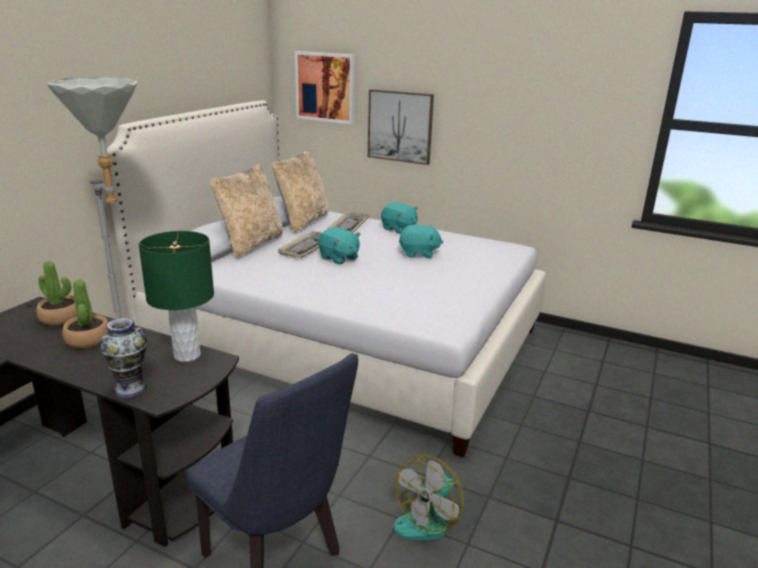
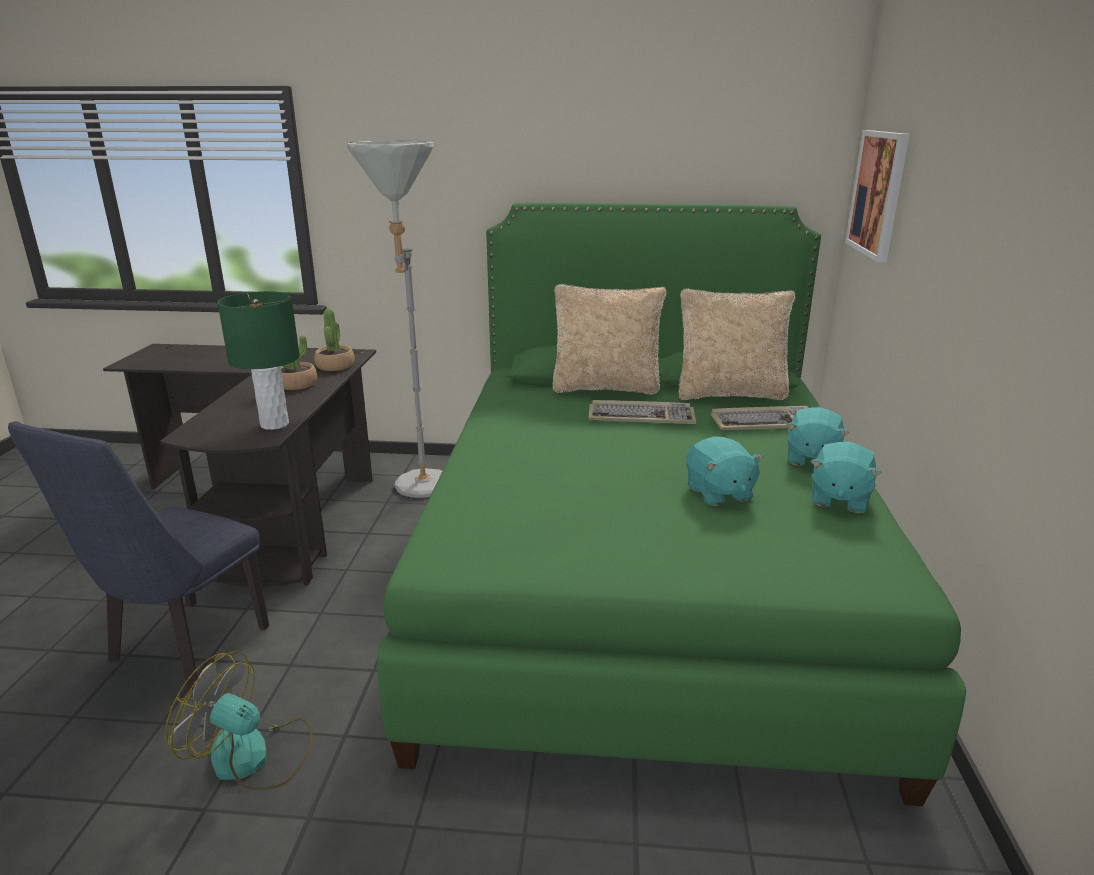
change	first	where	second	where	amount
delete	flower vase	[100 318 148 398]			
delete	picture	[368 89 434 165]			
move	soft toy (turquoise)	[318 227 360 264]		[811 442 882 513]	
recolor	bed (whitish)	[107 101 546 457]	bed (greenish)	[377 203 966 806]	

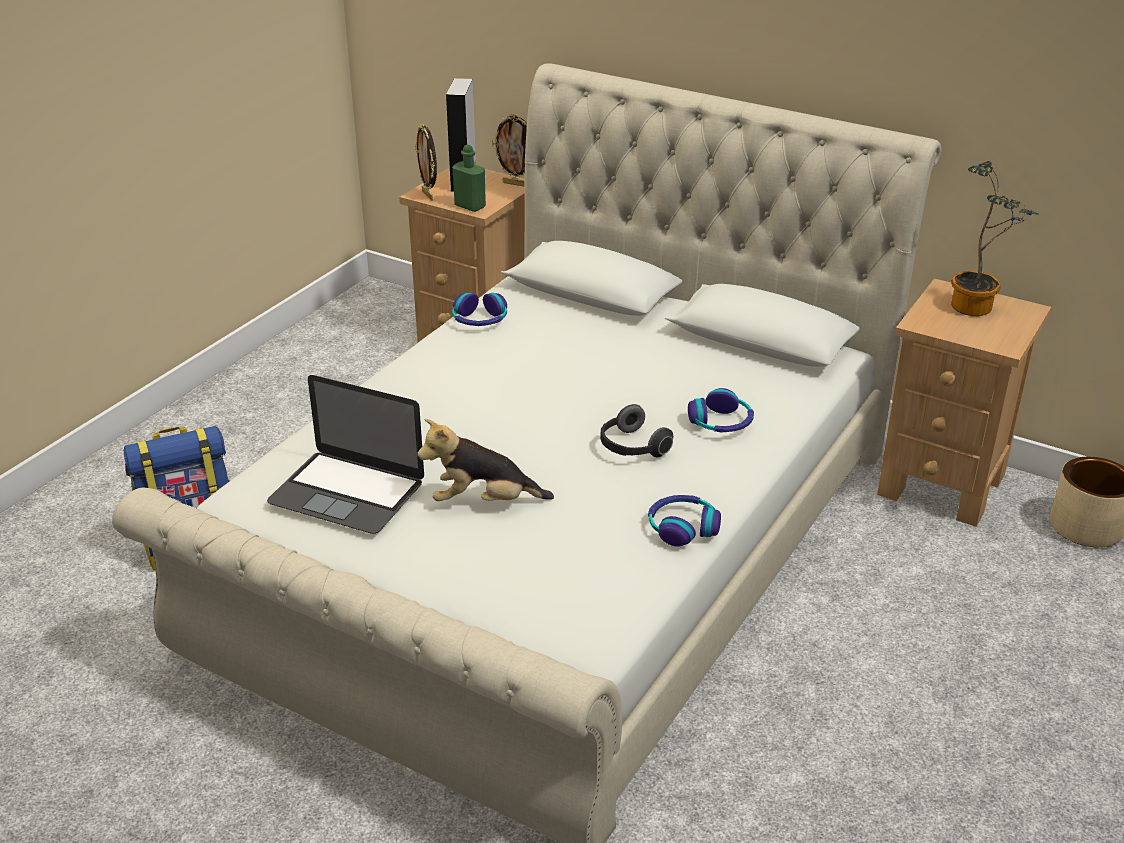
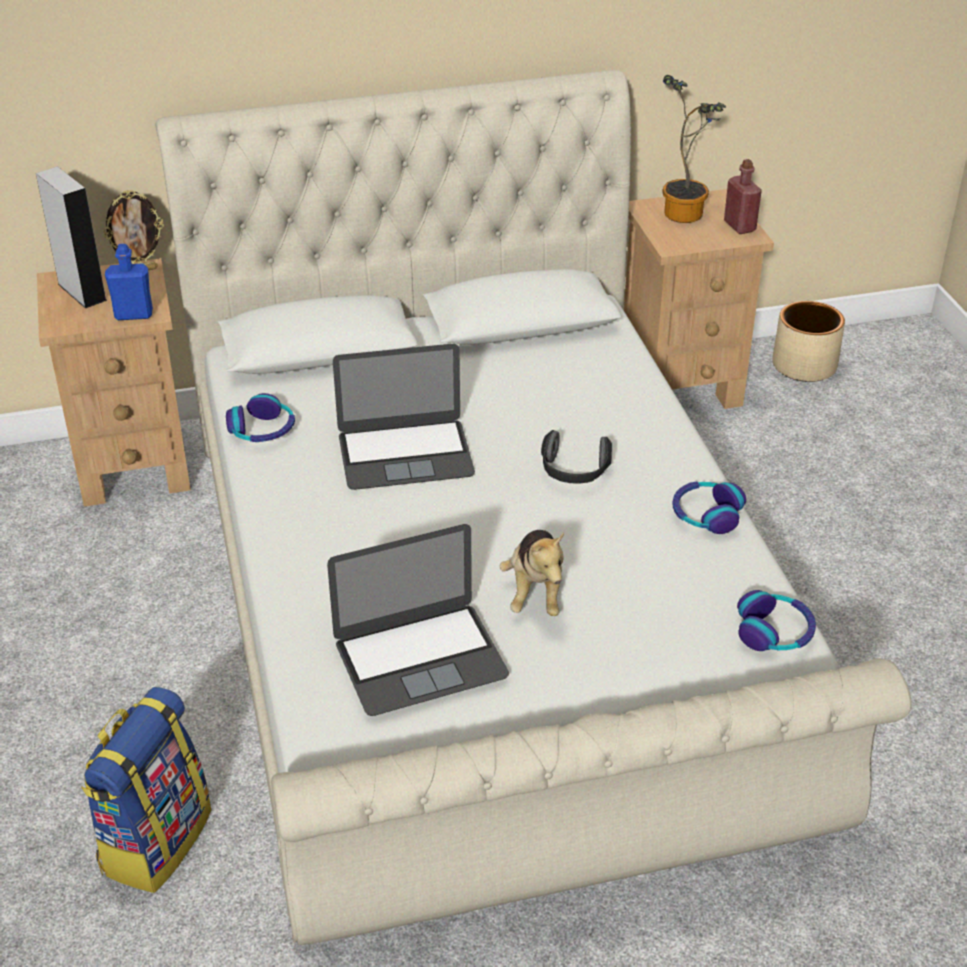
change	first	where	second	where	amount
delete	standing frame	[415 123 437 201]			
insert			portable computer	[333 344 475 490]	
insert			drink bottle (red)	[724 159 762 234]	
move	headphones	[688 388 754 433]		[737 590 816 651]	
recolor	drink bottle (greenish)	[452 145 486 212]	drink bottle (blue)	[105 244 153 320]	
rotate	soft toy	[417 419 554 501]		[500 530 564 616]	45 degrees counterclockwise

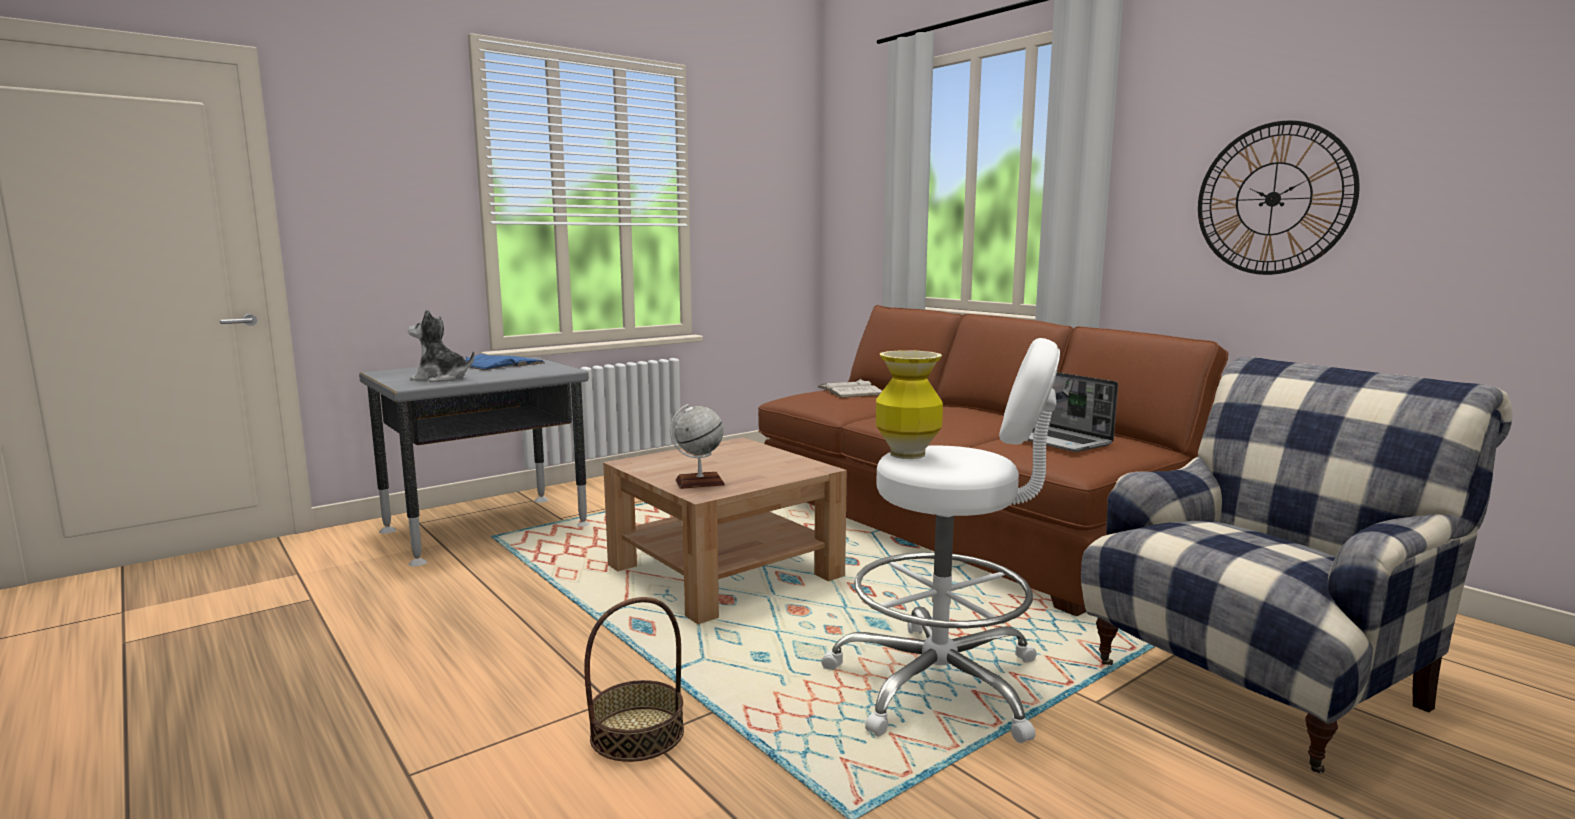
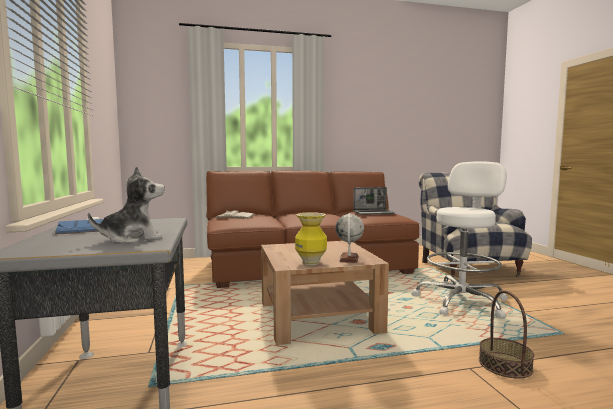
change	first	where	second	where	amount
delete	wall clock	[1198 120 1360 275]			
move	flower vase	[876 350 943 459]		[295 213 327 265]	
rotate	soft toy	[408 309 475 382]		[88 166 165 244]	150 degrees counterclockwise

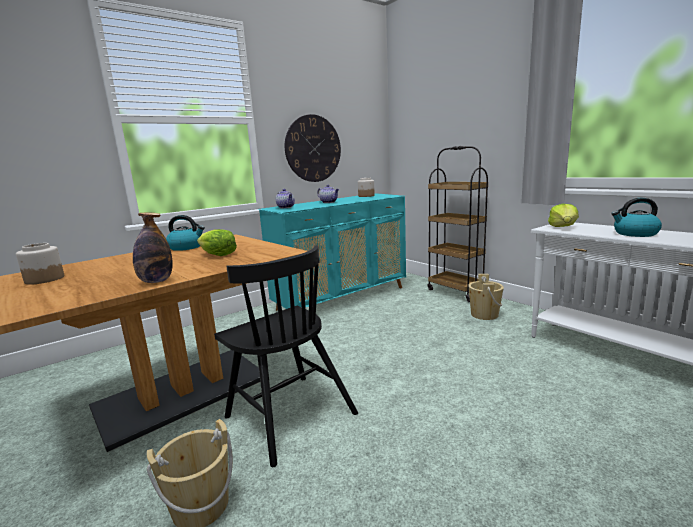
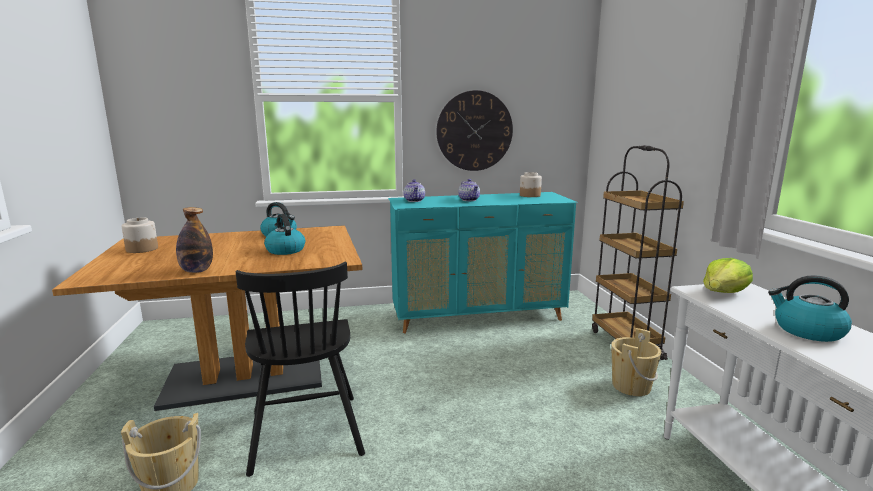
change	first	where	second	where	amount
replace	head of lettuce	[197 229 237 256]	water kettle	[264 214 305 255]	

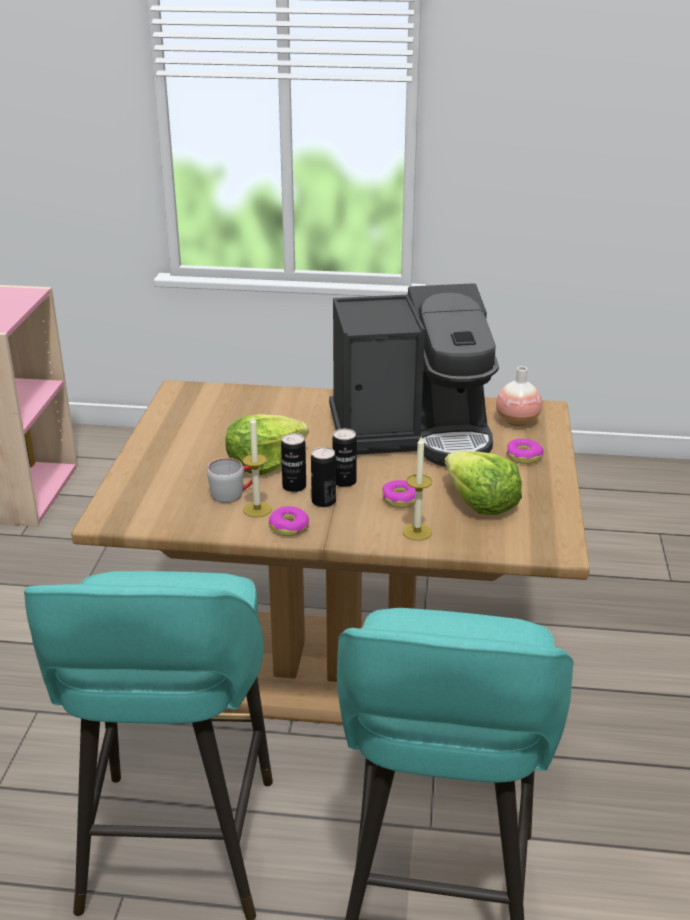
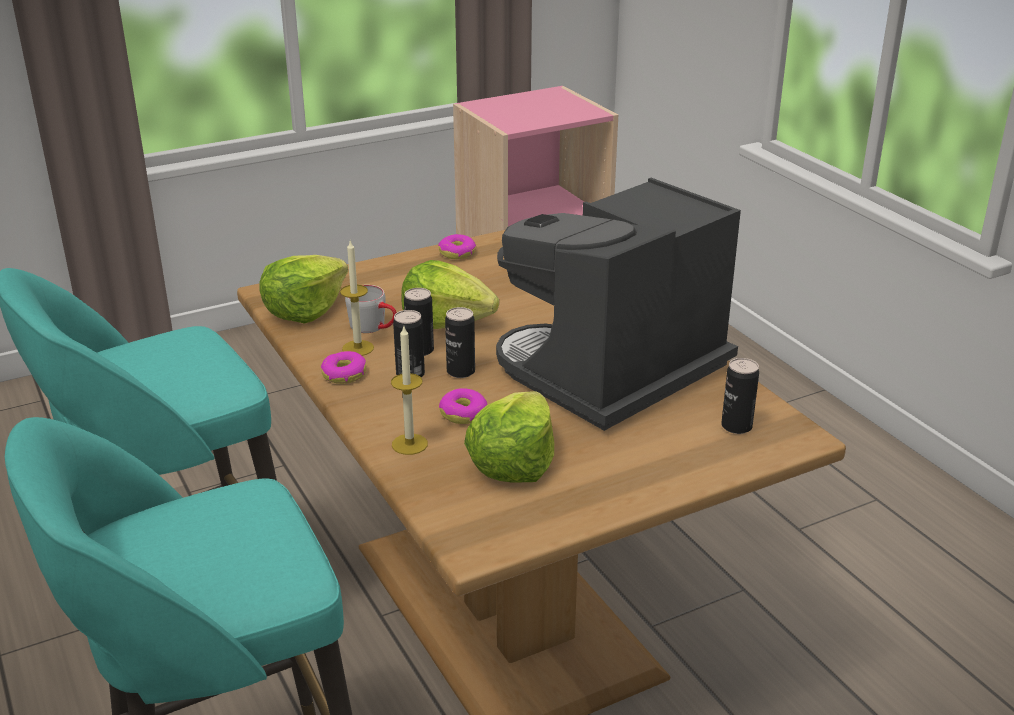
change	first	where	second	where	amount
insert			head of lettuce	[259 255 348 324]	
move	donut	[507 439 544 464]		[438 234 476 259]	
replace	flower vase	[496 366 542 426]	metal can	[721 358 759 434]	
rotate	coffee maker	[329 283 499 467]		[496 178 741 431]	90 degrees clockwise

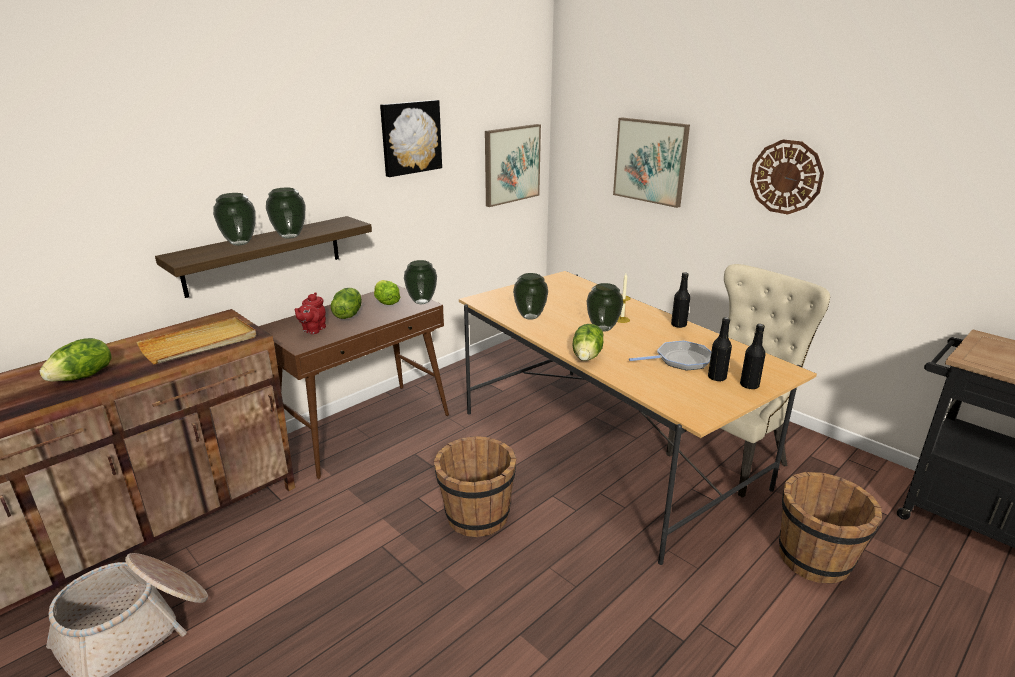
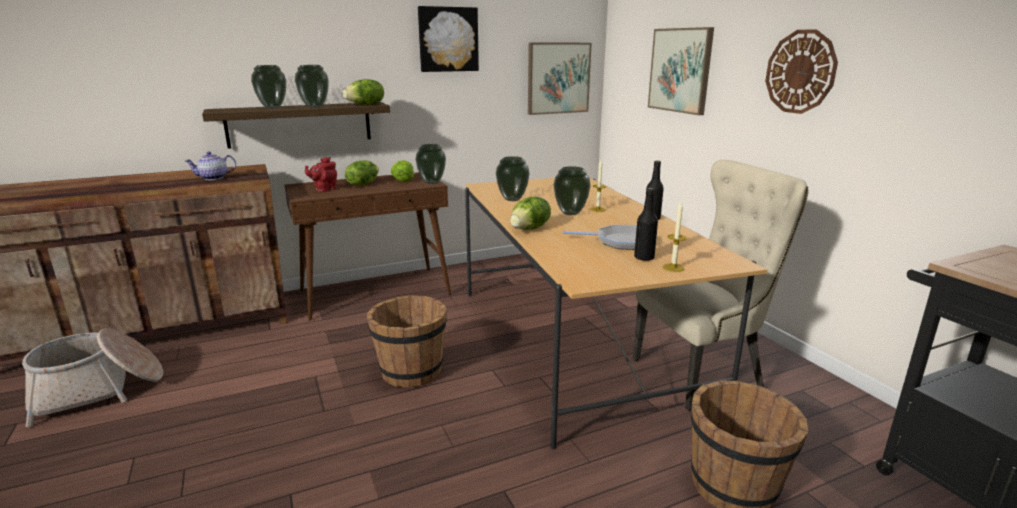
change	first	where	second	where	amount
move	head of lettuce	[40 338 111 382]		[343 79 384 105]	
replace	serving tray (sand-coloured)	[137 317 256 364]	teapot	[185 152 236 180]	
replace	drink bottle (blackish)	[740 324 766 389]	candle	[663 202 686 272]	

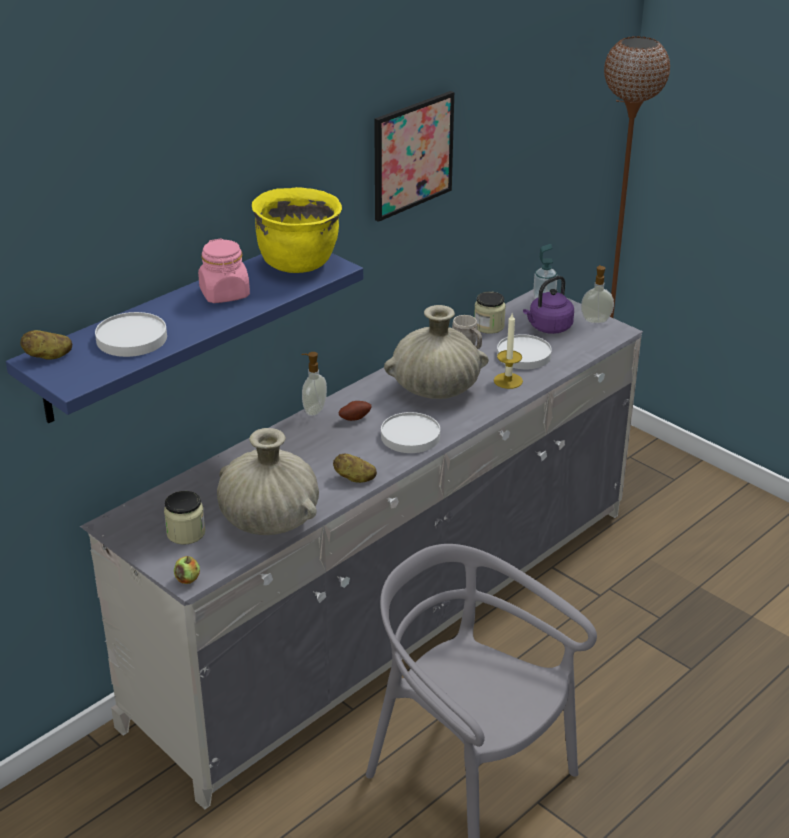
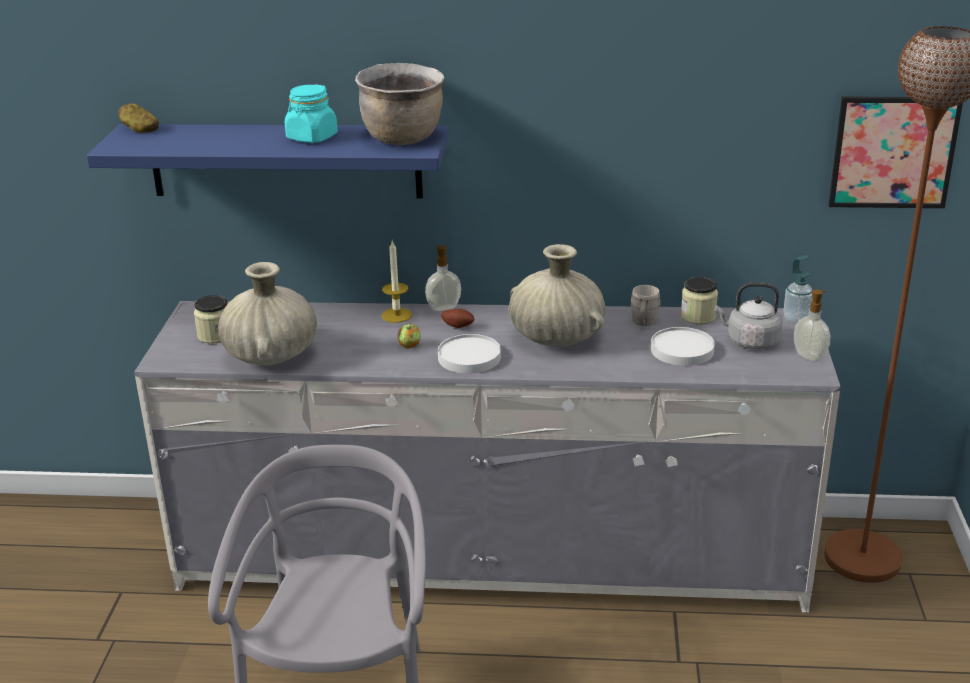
change	first	where	second	where	amount
delete	dinner plate (whitish)	[95 312 167 357]			
delete	whole potato	[333 454 377 483]			
move	apple fruit	[174 556 200 584]		[397 323 421 348]	
move	picture	[374 91 454 222]		[828 97 963 208]	
move	candle	[494 314 523 389]		[382 241 412 323]	
recolor	preserve jar (pink)	[198 238 250 303]	preserve jar (turquoise)	[285 84 338 143]	
recolor	cooking pot (yellowish)	[252 187 342 273]	cooking pot (brown-coloured)	[355 63 444 145]	
recolor	water kettle (purple)	[523 276 574 334]	water kettle (greyish)	[715 282 783 349]	

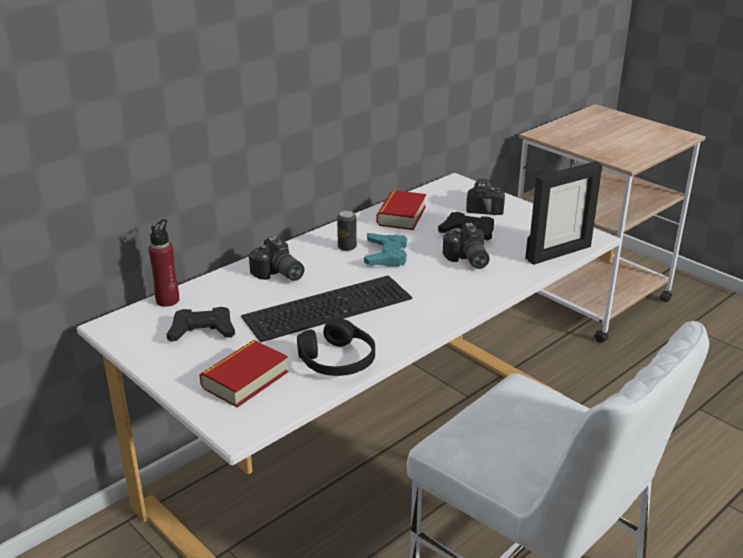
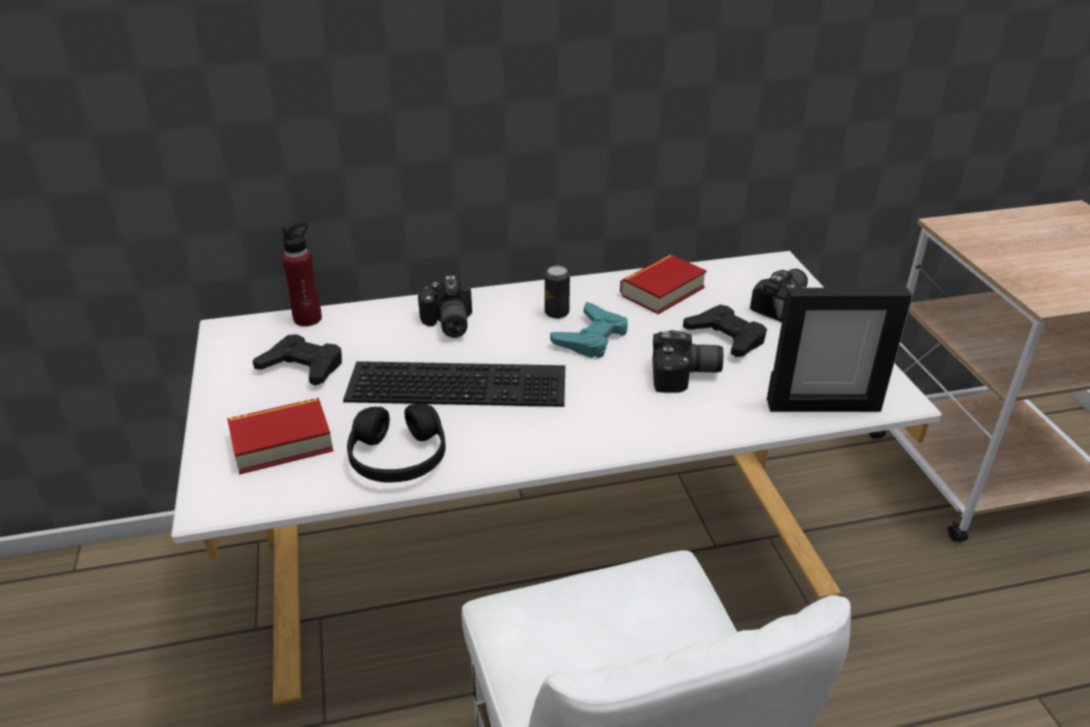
change	first	where	second	where	amount
rotate	still camera	[443 223 489 269]		[653 330 723 393]	105 degrees counterclockwise

